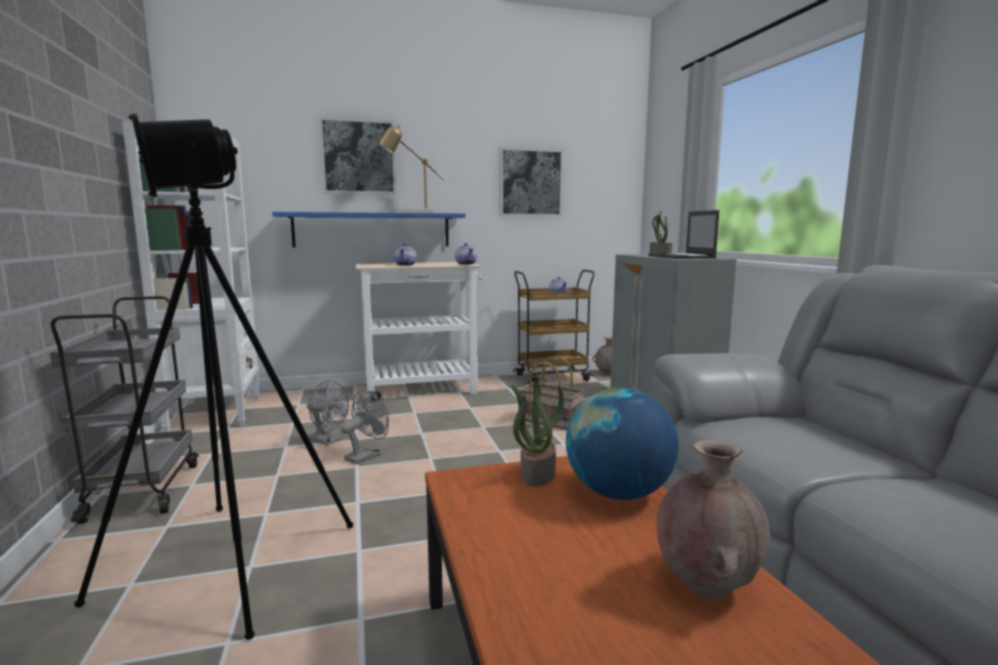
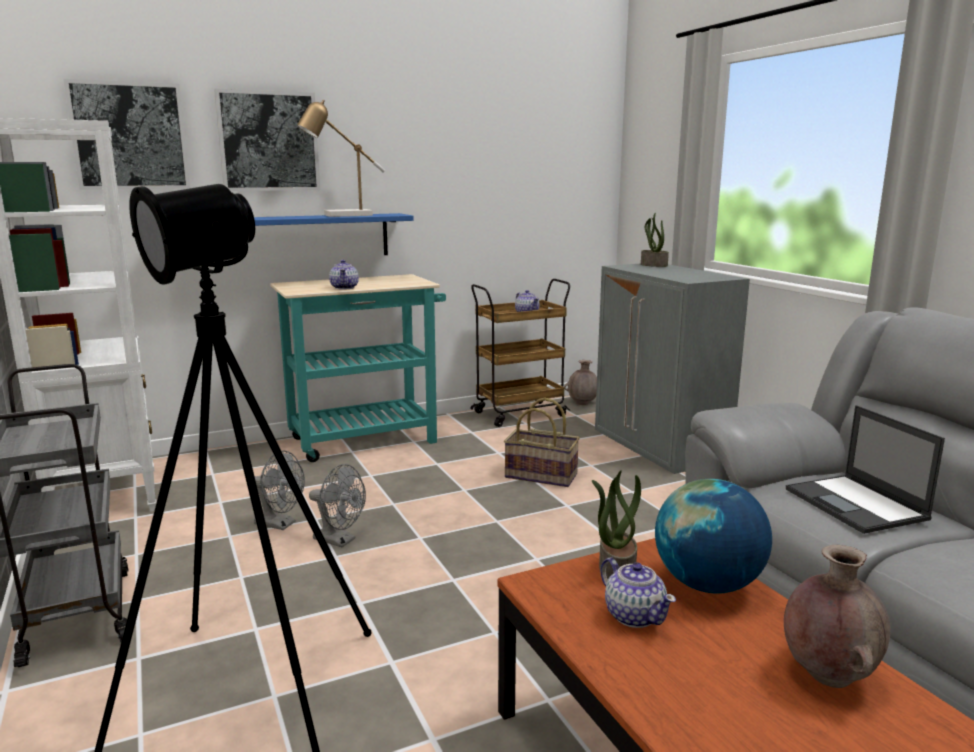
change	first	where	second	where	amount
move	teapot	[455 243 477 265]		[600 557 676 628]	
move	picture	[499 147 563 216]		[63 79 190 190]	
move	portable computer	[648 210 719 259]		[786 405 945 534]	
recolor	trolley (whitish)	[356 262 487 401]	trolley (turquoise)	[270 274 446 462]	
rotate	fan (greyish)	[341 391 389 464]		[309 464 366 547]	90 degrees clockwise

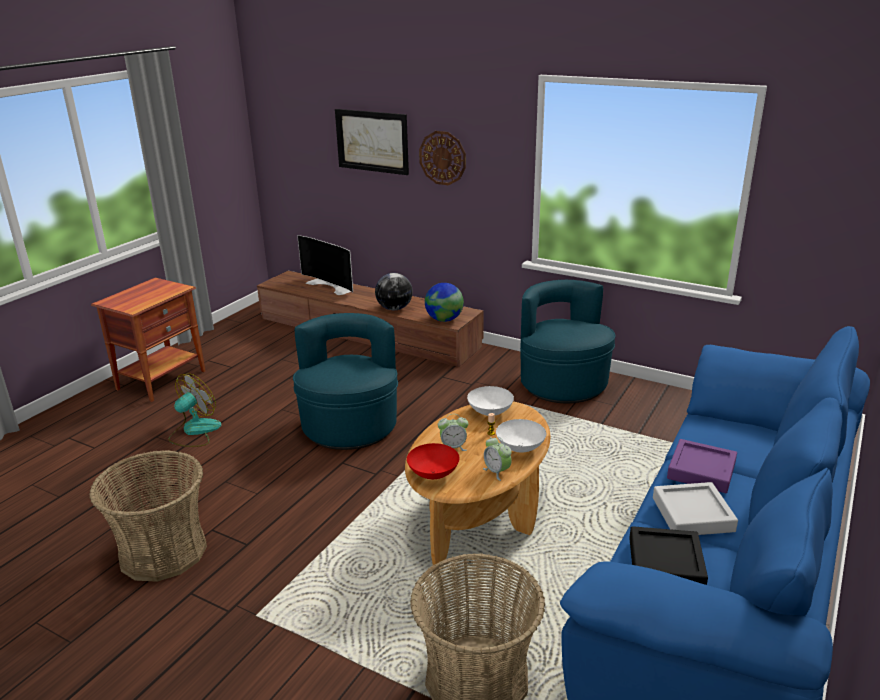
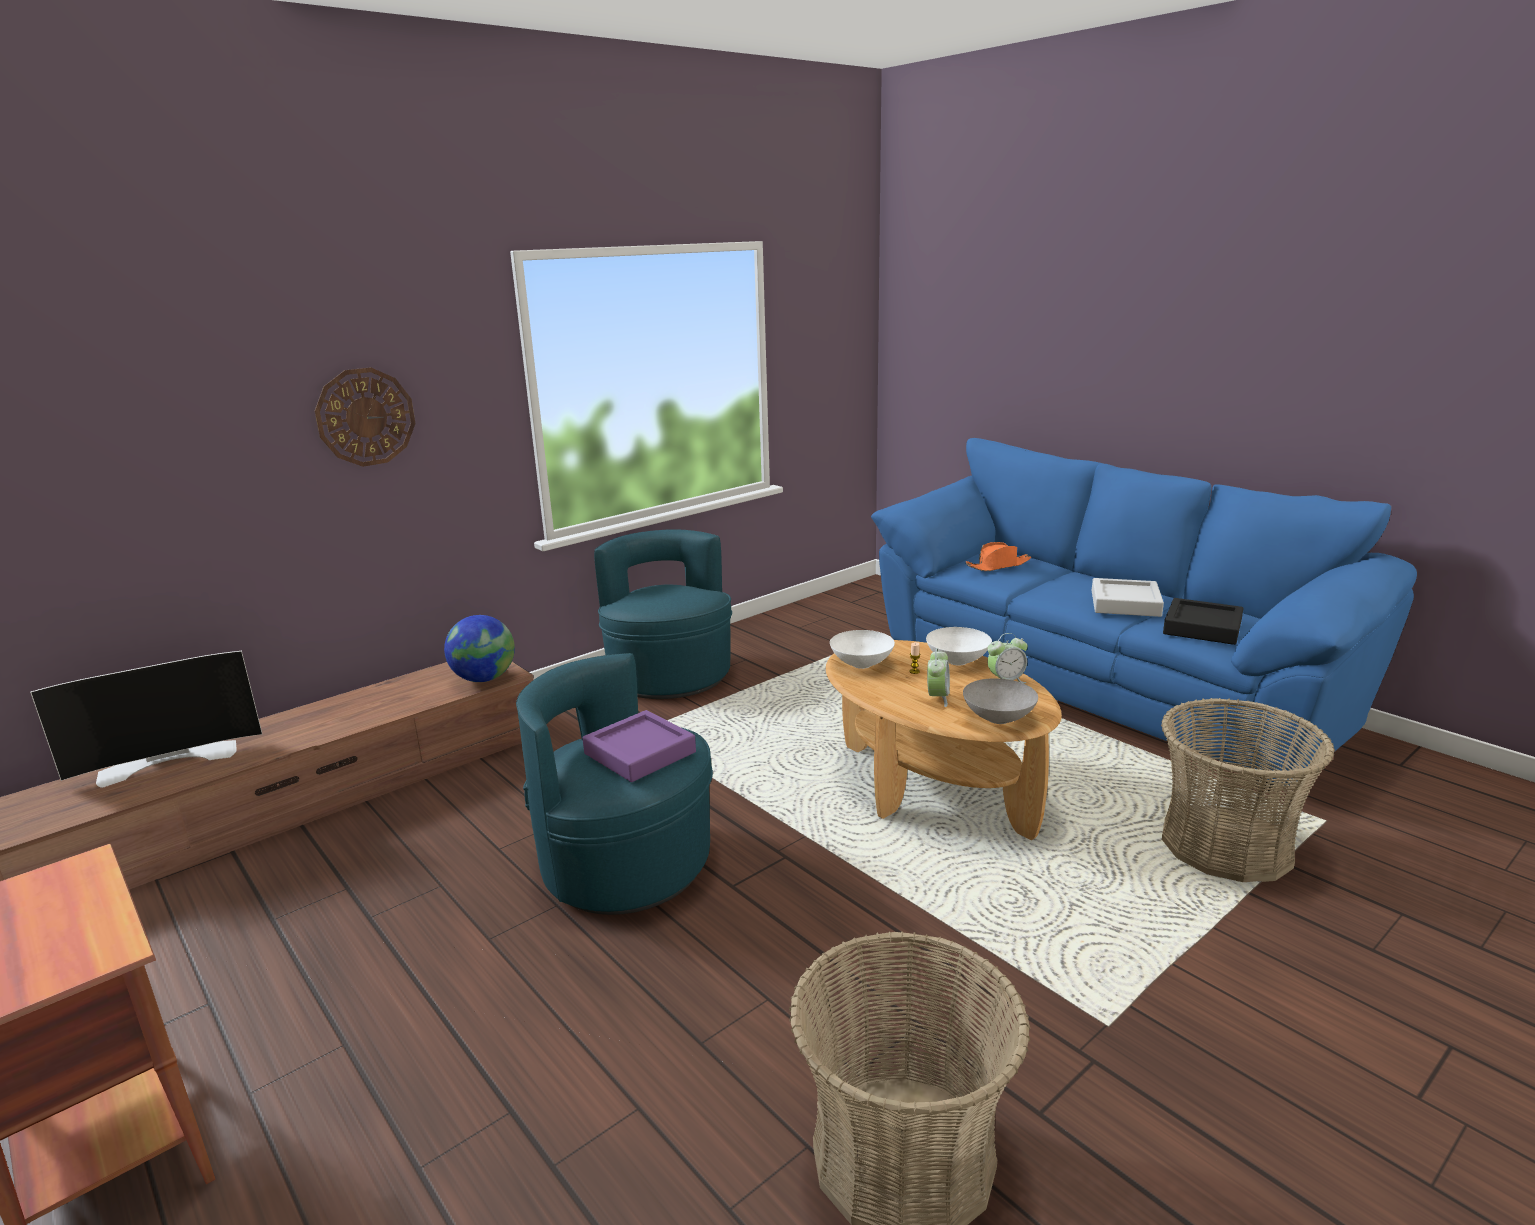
change	first	where	second	where	amount
delete	fan	[169 373 222 447]			
delete	picture	[335 109 409 175]			
delete	desk globe	[375 273 413 310]			
insert			wearable hat (orange)	[966 542 1031 571]	
move	serving tray (purple)	[667 439 737 493]		[583 710 696 782]	
recolor	serving bowl (red)	[407 443 460 479]	serving bowl (greyish)	[963 678 1038 724]	
rotate	lounge chair (turquoise)	[520 280 615 403]		[594 529 732 699]	75 degrees clockwise

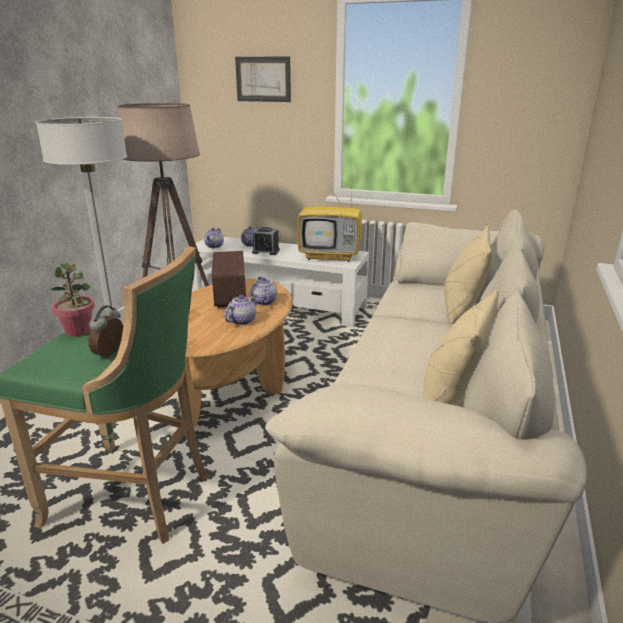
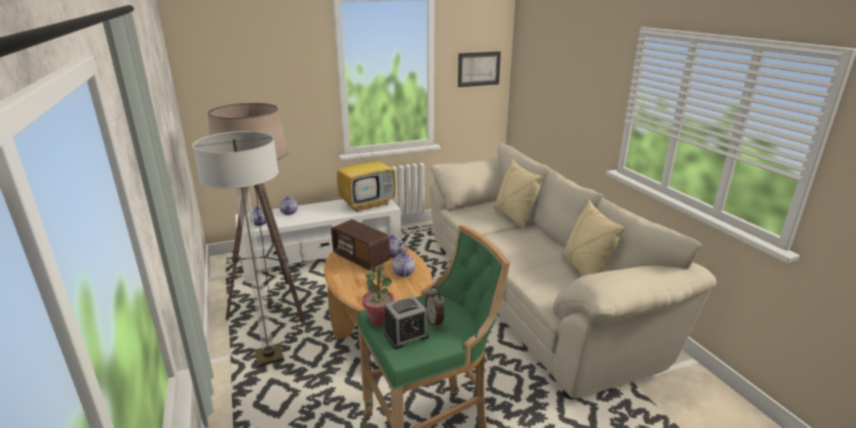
change	first	where	second	where	amount
move	picture	[235 56 291 102]		[458 51 501 87]	
move	table clock	[252 227 280 255]		[384 296 429 349]	

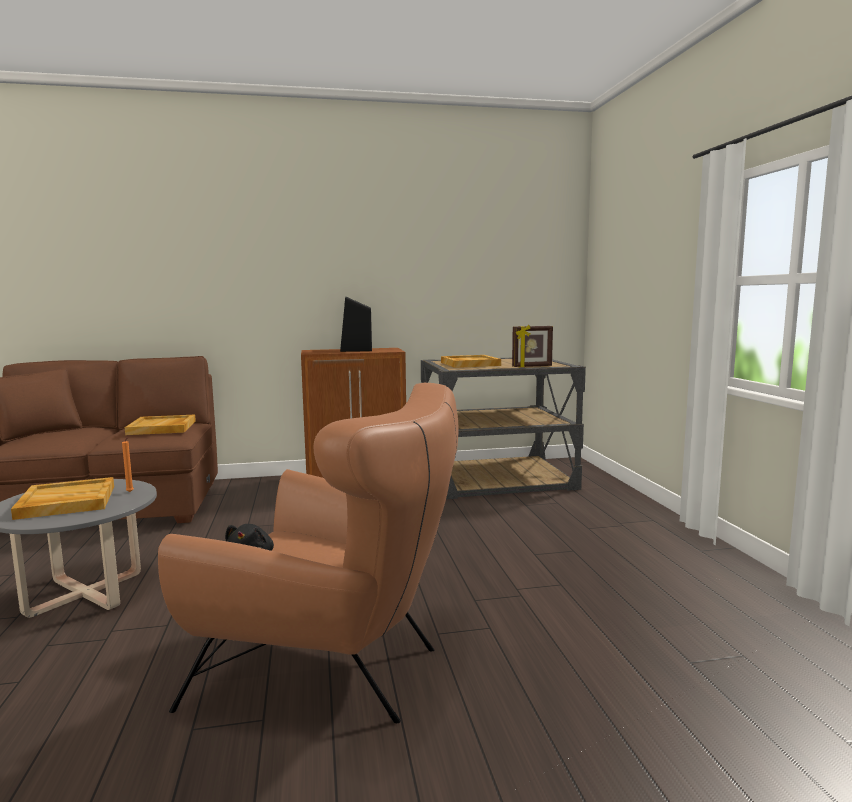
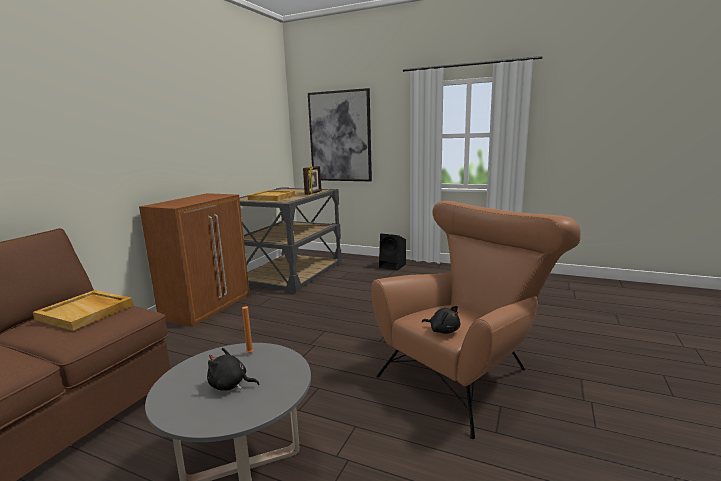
change	first	where	second	where	amount
insert			picture	[308 88 372 181]	
move	speaker (blackish)	[340 297 372 352]		[379 234 406 270]	
replace	serving tray (sand-coloured)	[11 477 114 520]	soft toy (blackish)	[207 348 260 391]	

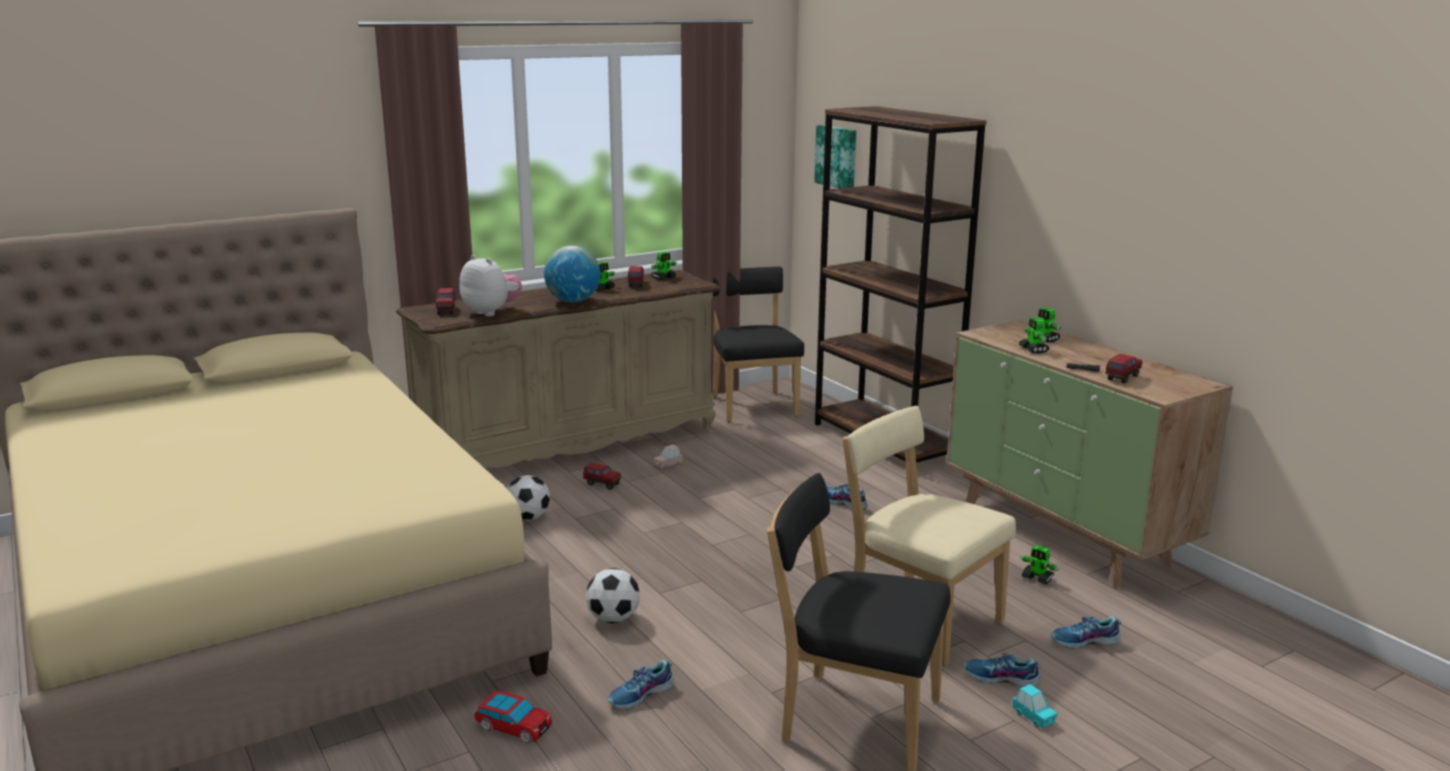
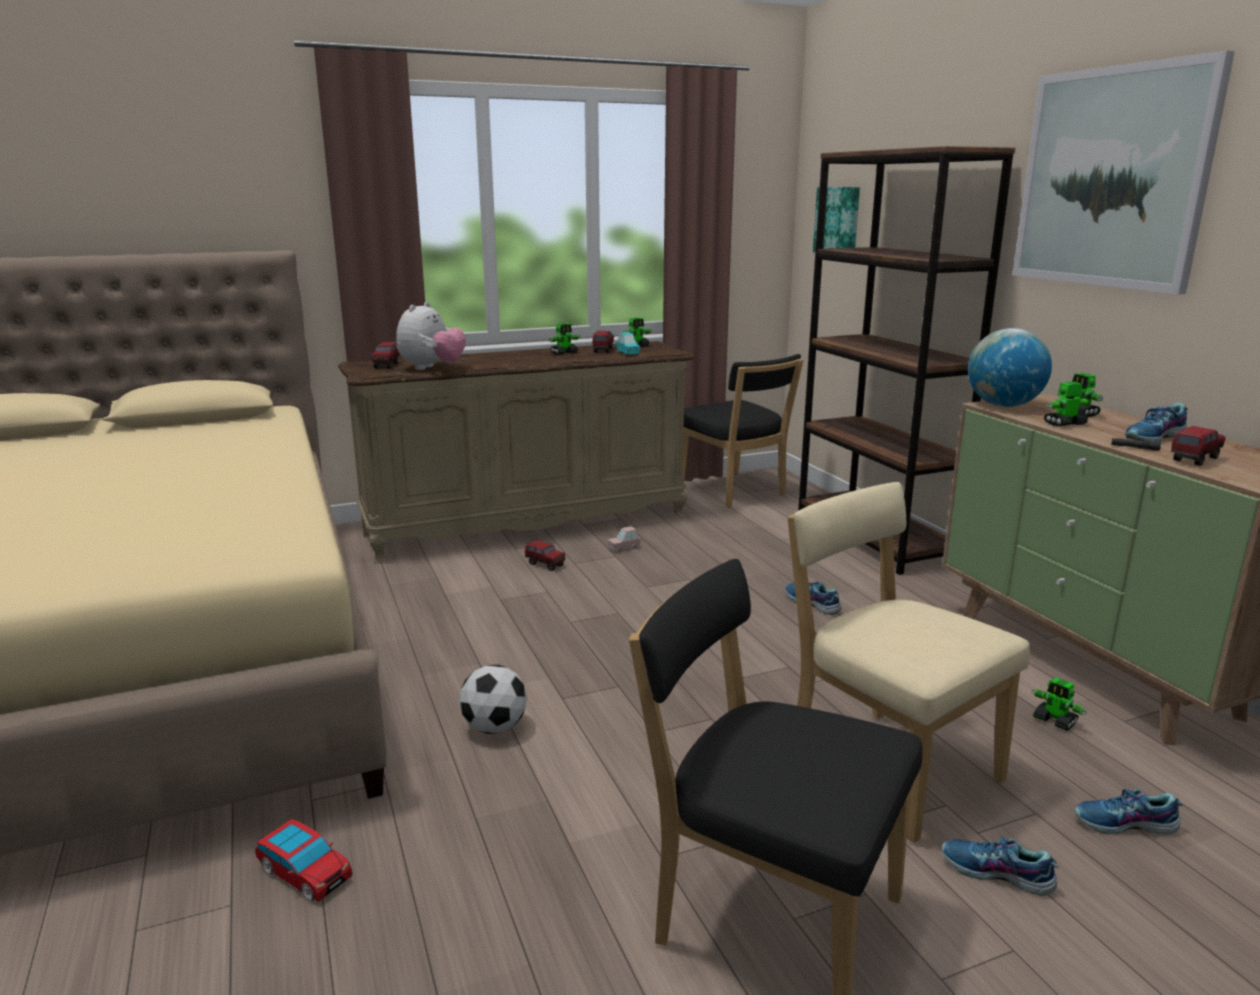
change	first	where	second	where	amount
delete	ball for football	[507 475 550 521]			
insert			picture	[1012 50 1235 295]	
move	desk globe	[544 246 601 302]		[968 328 1052 407]	
move	item of footwear	[608 660 674 710]		[1125 403 1188 442]	
move	model car (turquoise)	[1013 684 1058 728]		[617 332 640 356]	
rotate	soft toy	[459 255 522 316]		[396 302 466 370]	60 degrees clockwise
rotate	chair (blackish)	[712 267 804 422]		[683 354 803 508]	150 degrees clockwise
rotate	model robot	[1019 317 1050 354]		[1044 382 1088 426]	75 degrees clockwise

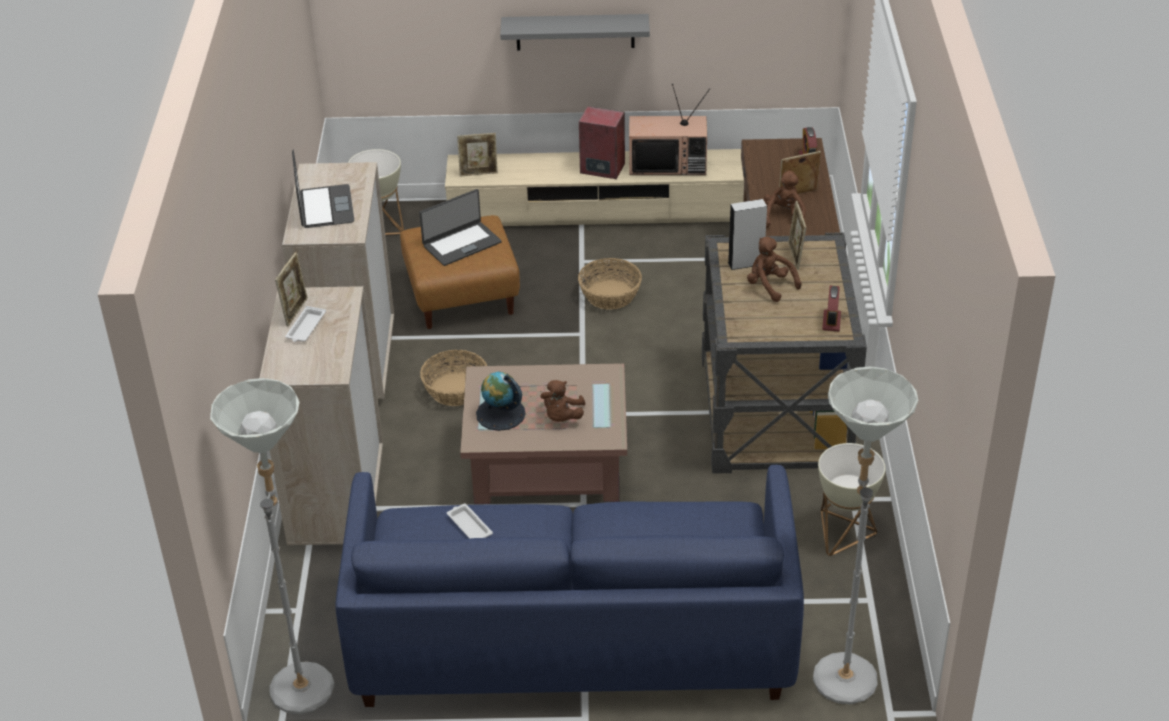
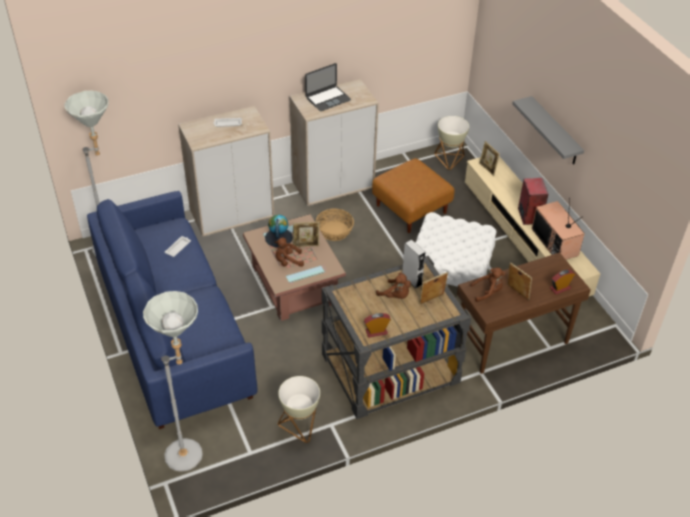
change	first	where	second	where	amount
delete	portable computer	[419 189 502 266]			
move	standing frame	[275 252 308 327]		[293 222 319 247]	
replace	storage basket	[578 258 642 310]	ottoman (whitish)	[415 212 497 287]	
rotate	soft toy (brown-coloured)	[747 237 801 302]		[376 272 411 299]	105 degrees clockwise

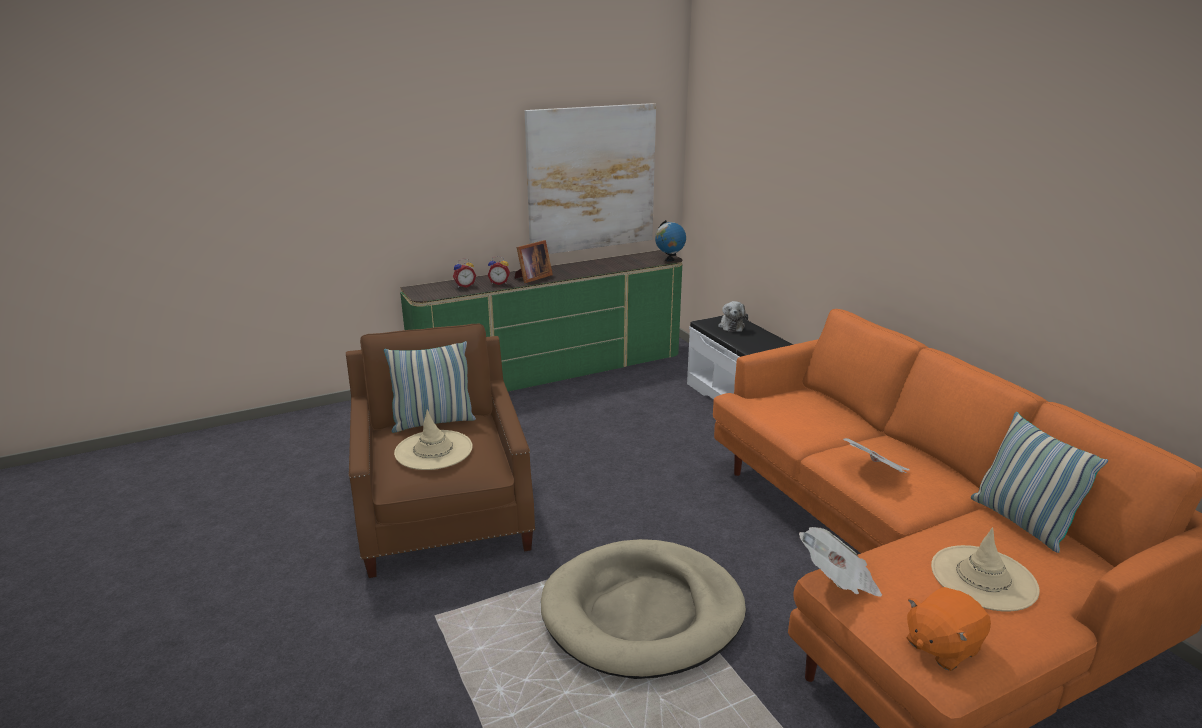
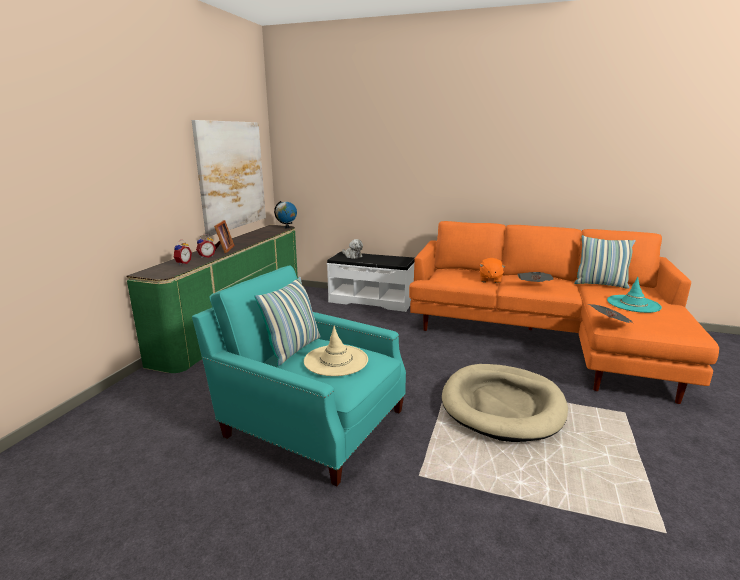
change	first	where	second	where	amount
move	soft toy (orange)	[907 587 991 671]		[480 258 506 283]	
recolor	lounge chair (brown-coloured)	[346 324 536 578]	lounge chair (turquoise)	[192 265 406 486]	
recolor	wearable hat (sand-coloured)	[931 528 1039 612]	wearable hat (turquoise)	[607 277 662 313]	

